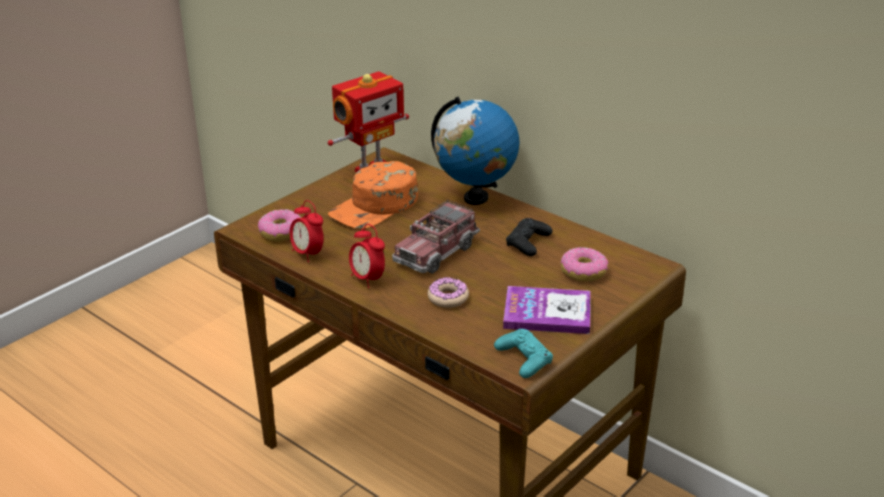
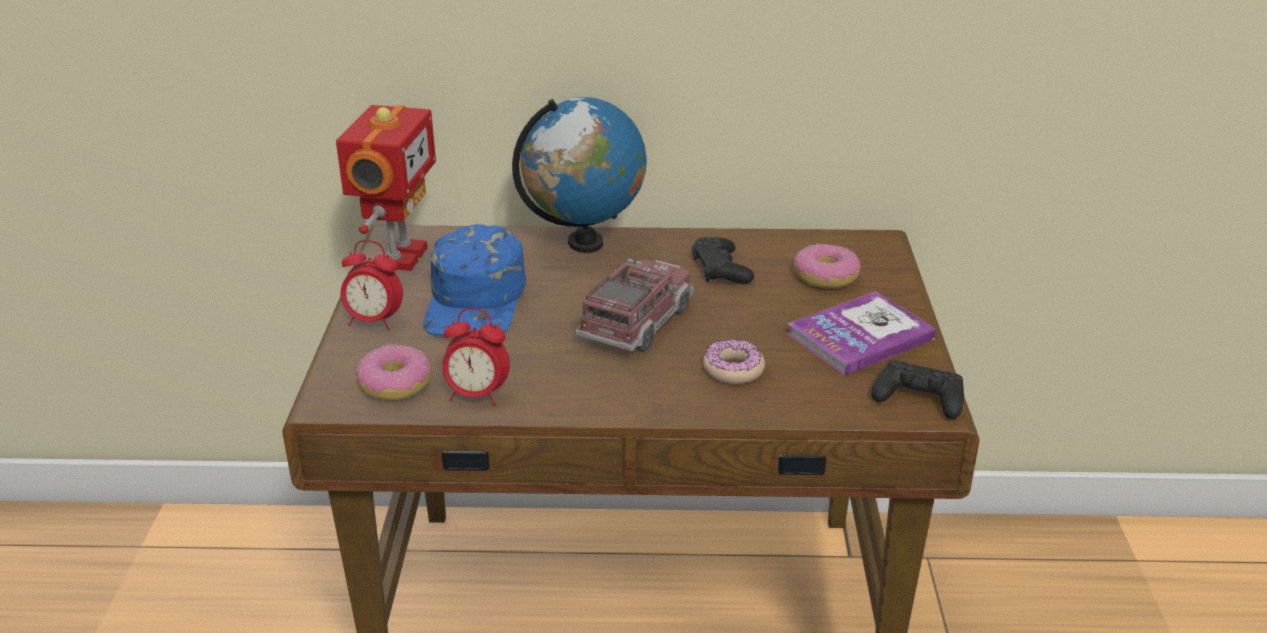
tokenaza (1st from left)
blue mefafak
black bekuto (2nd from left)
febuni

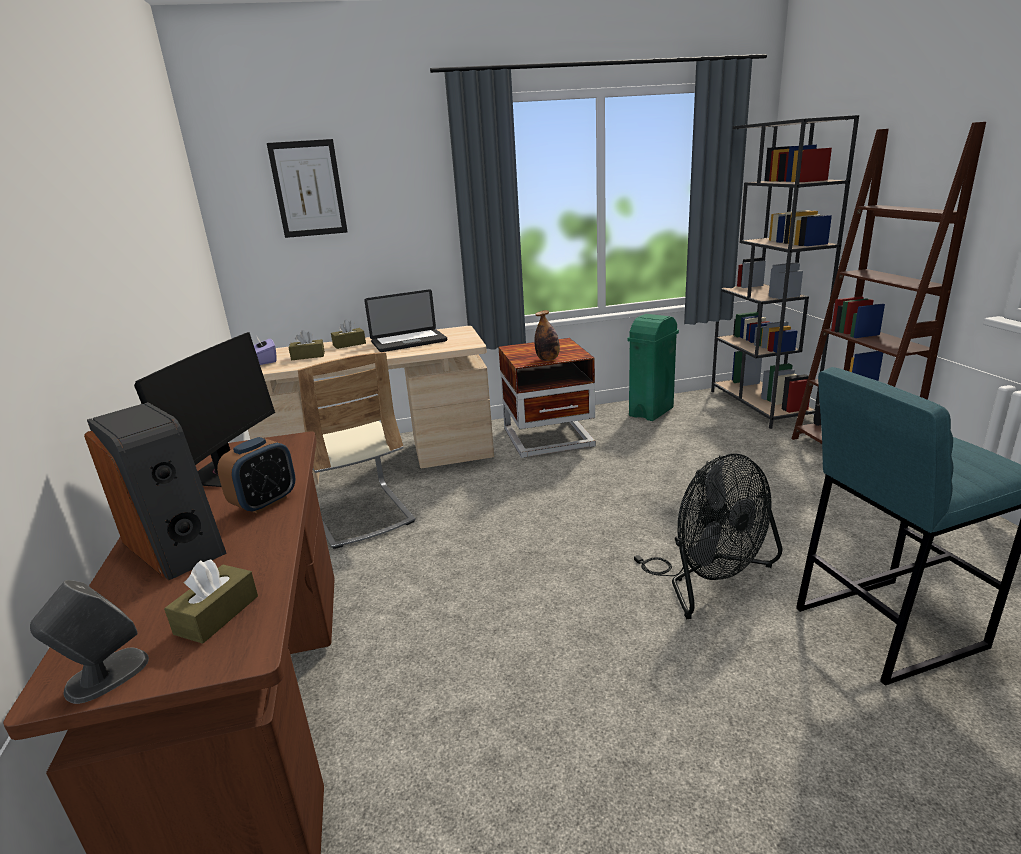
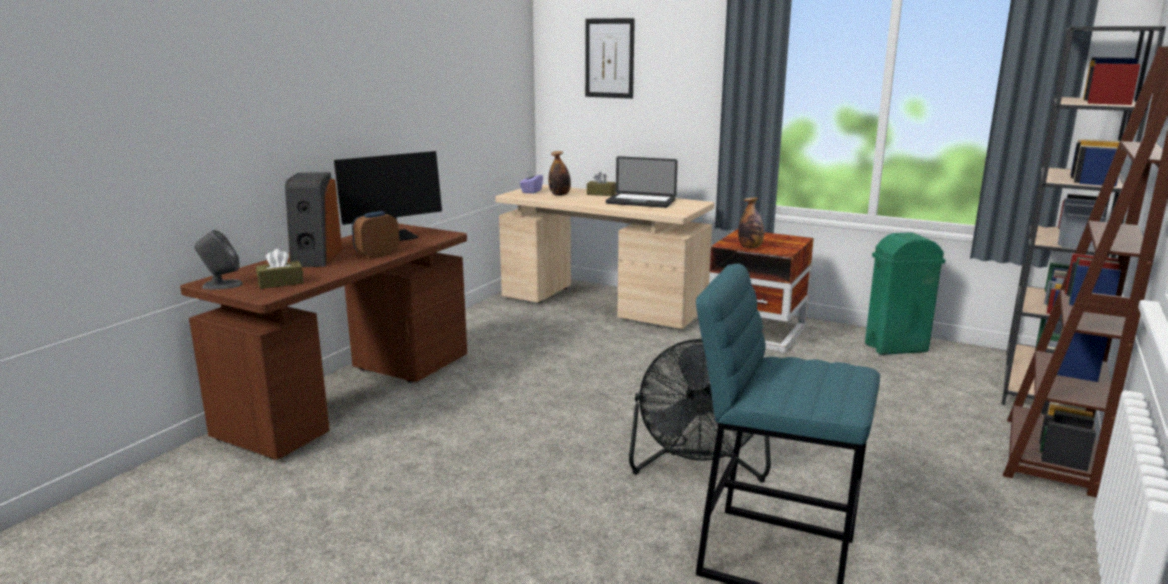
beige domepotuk
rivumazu (1st from left)
tokenaza

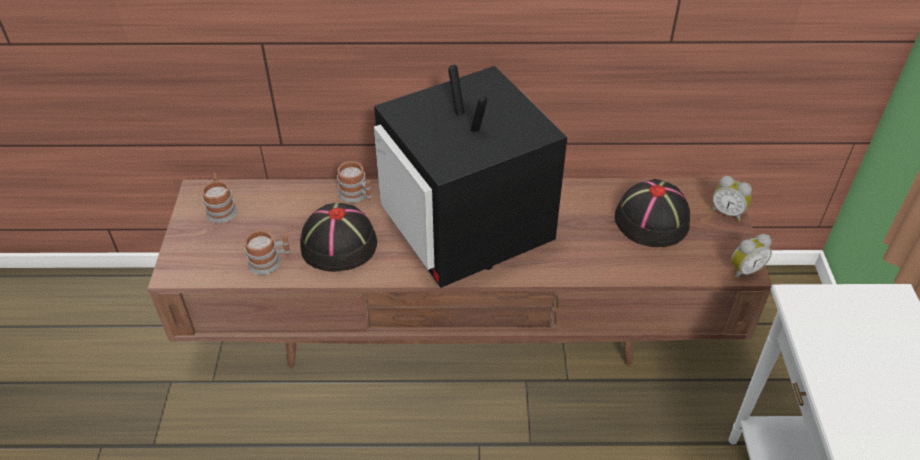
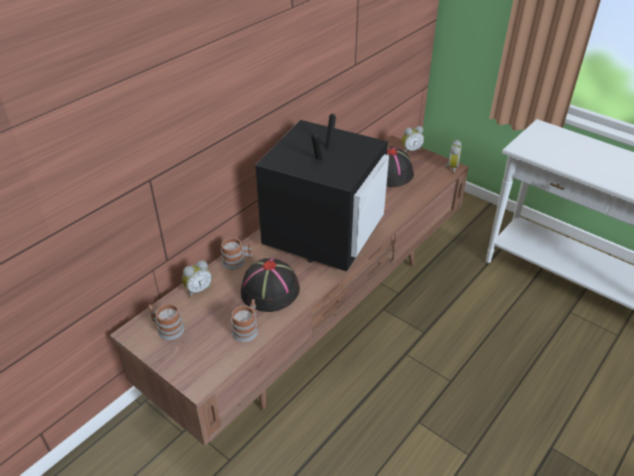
tokenaza (1st from left)
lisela

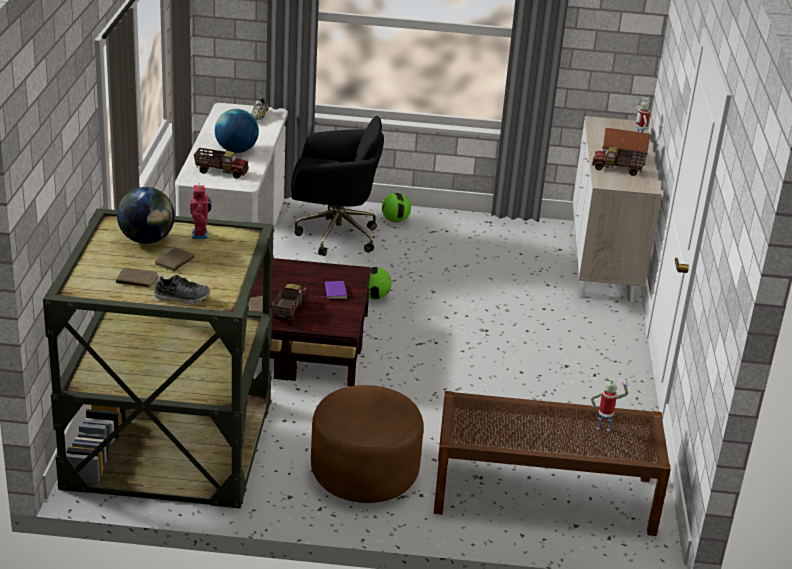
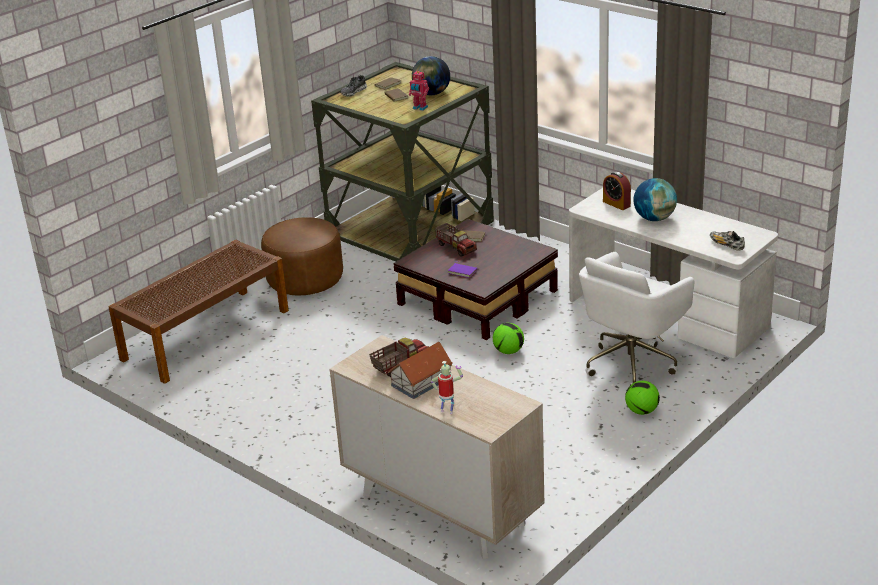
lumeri (2nd from left in the first image)
tokenaza
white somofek

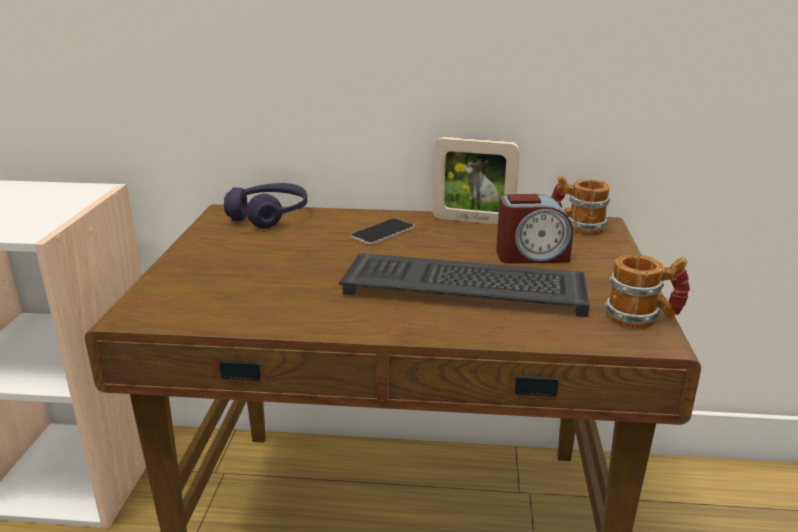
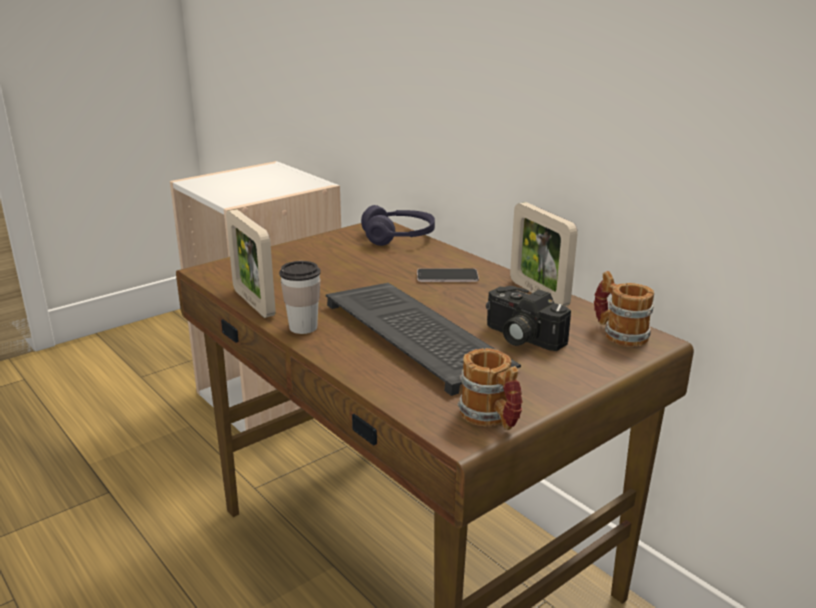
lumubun (1st from left)
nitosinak
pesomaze

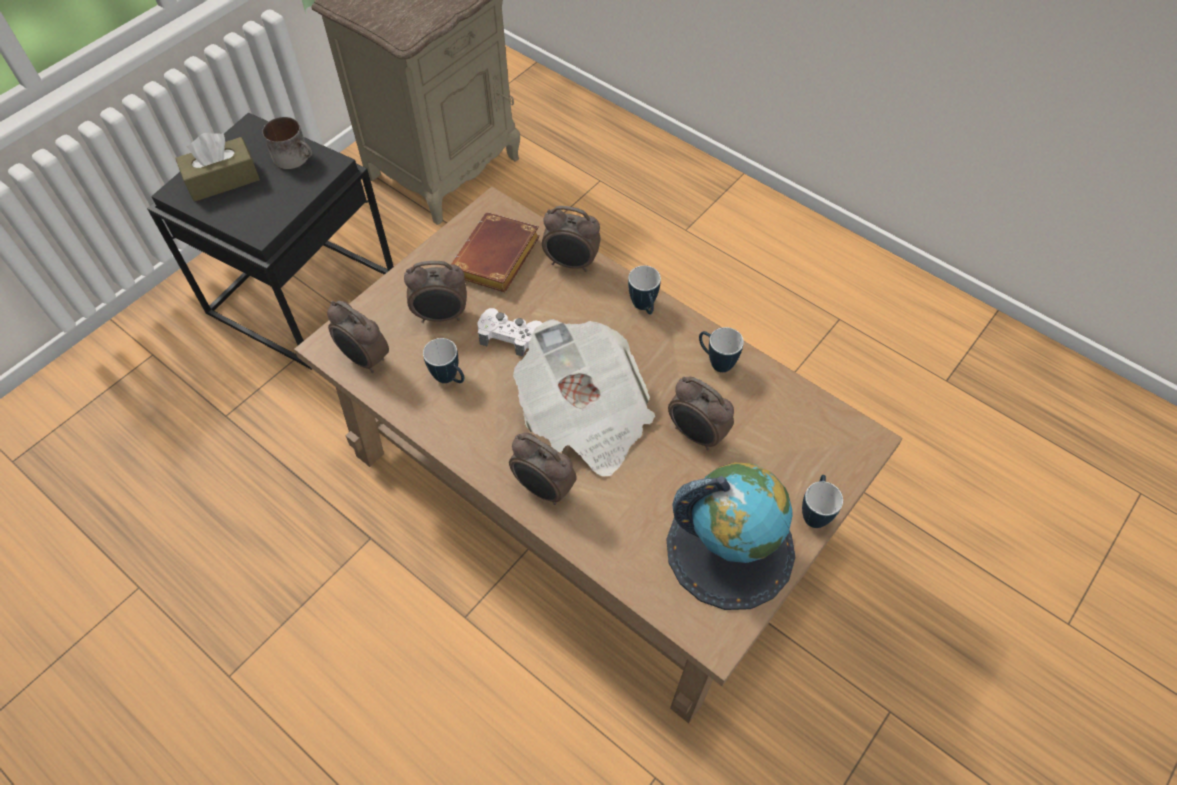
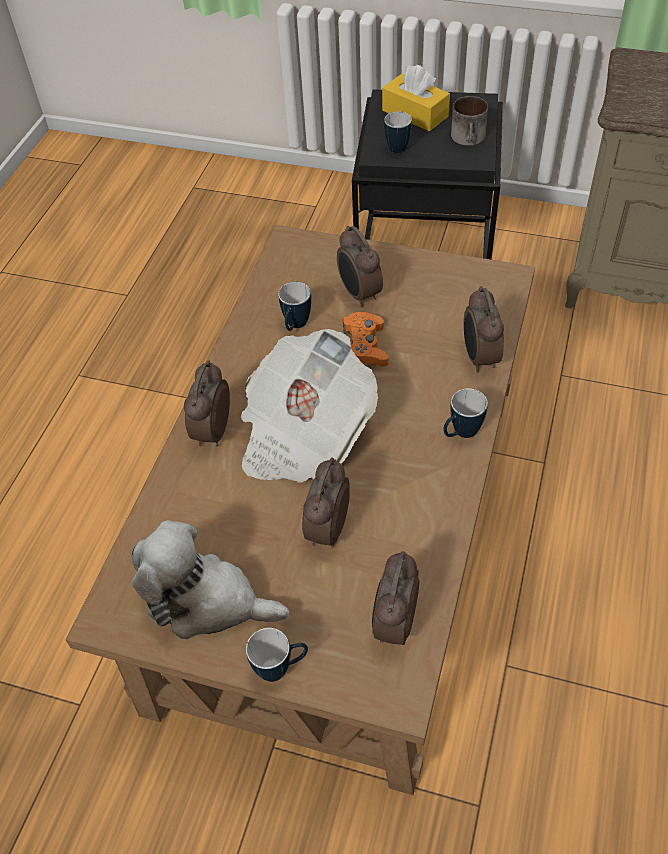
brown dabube
tokenaza (4th from left)
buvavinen (3rd from left)
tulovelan
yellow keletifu
orange bekuto

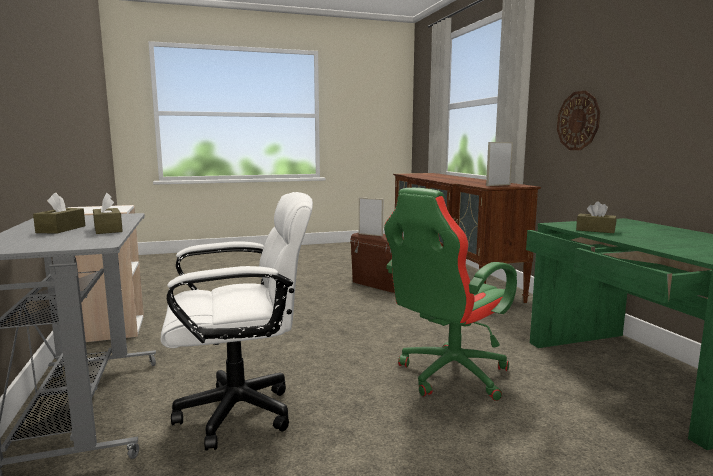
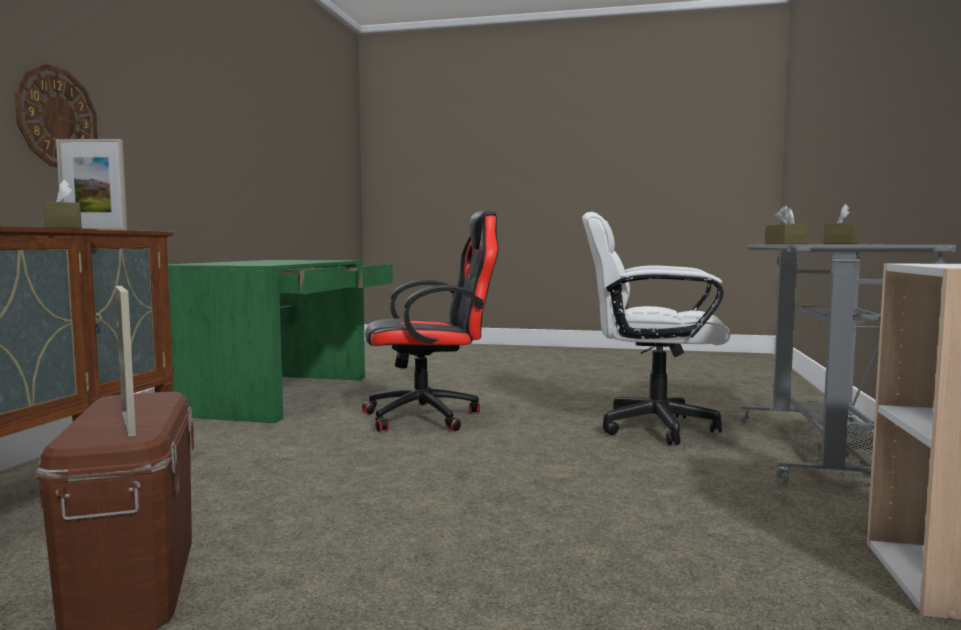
brown keletifu (1st from left)
black somofek

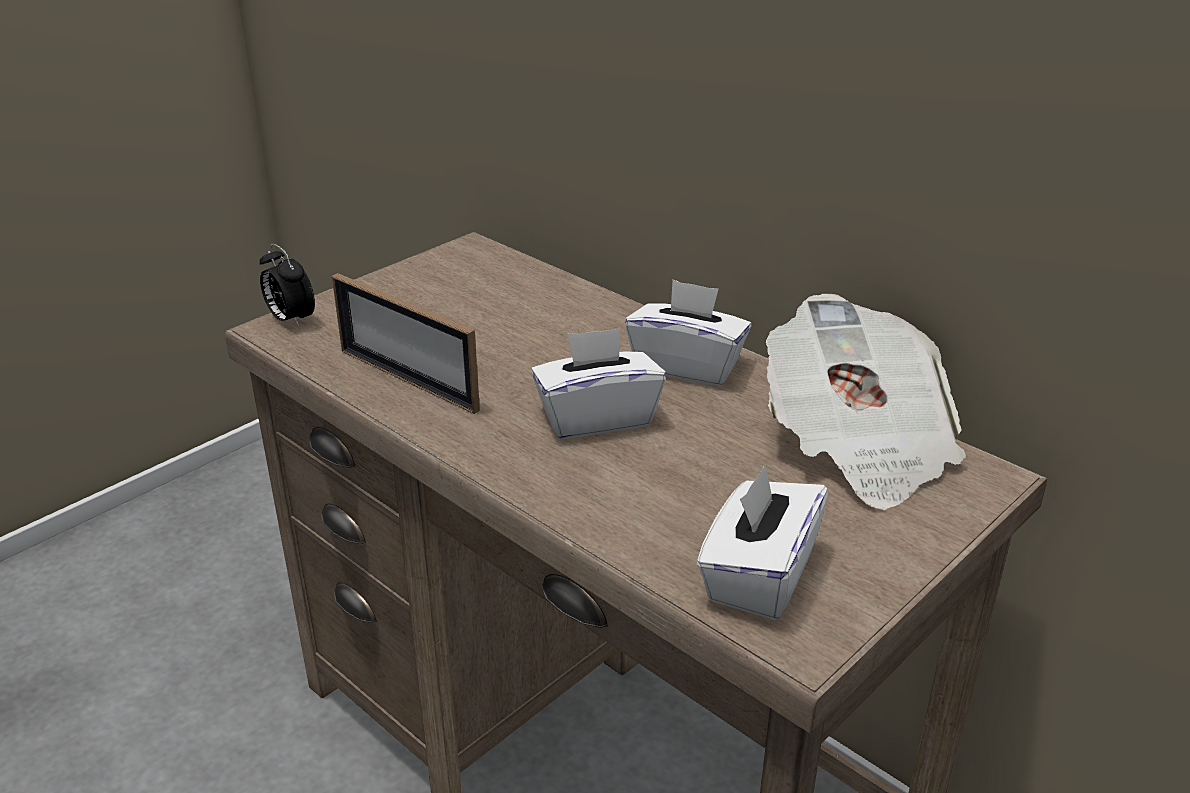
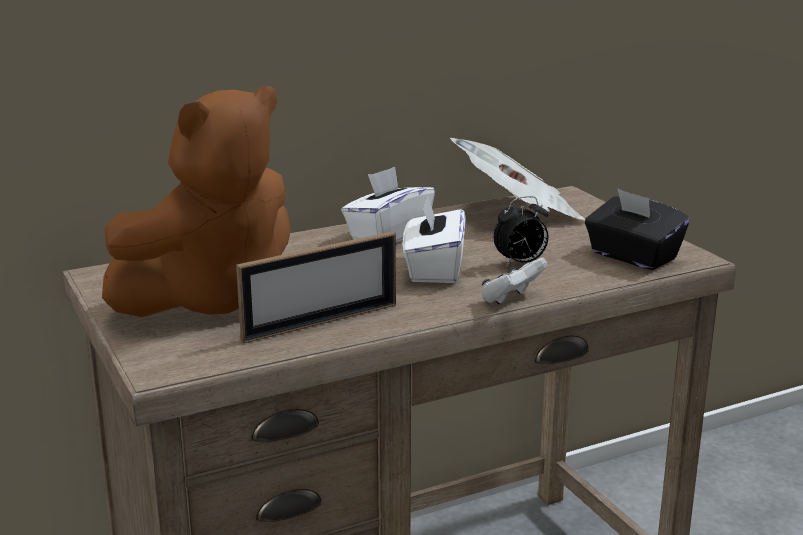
brown tulovelan
white bekuto
tokenaza
black keletifu

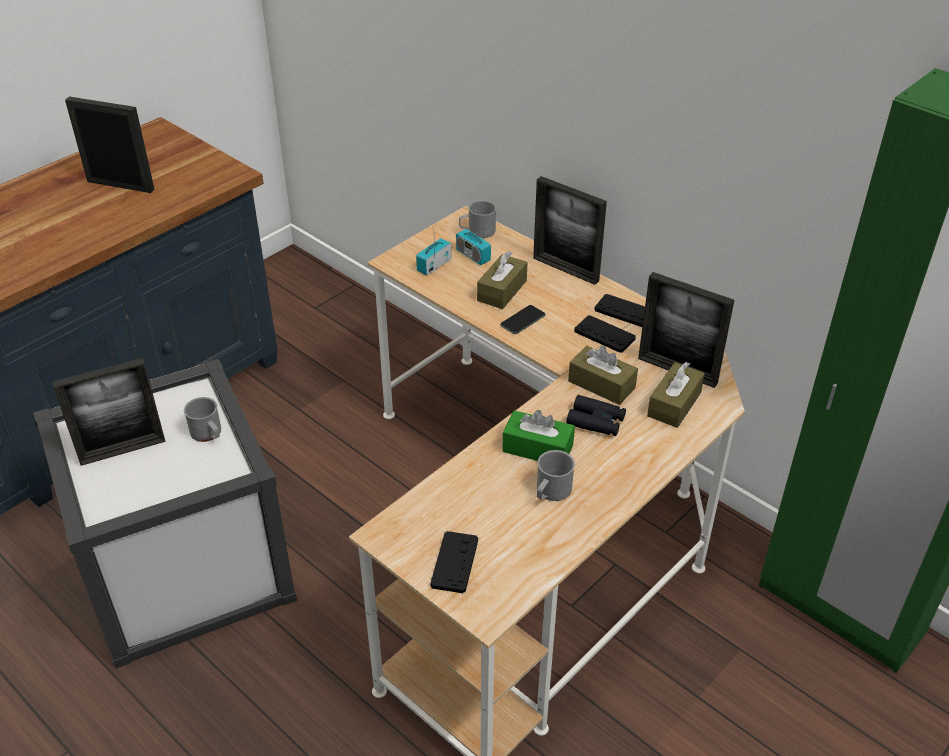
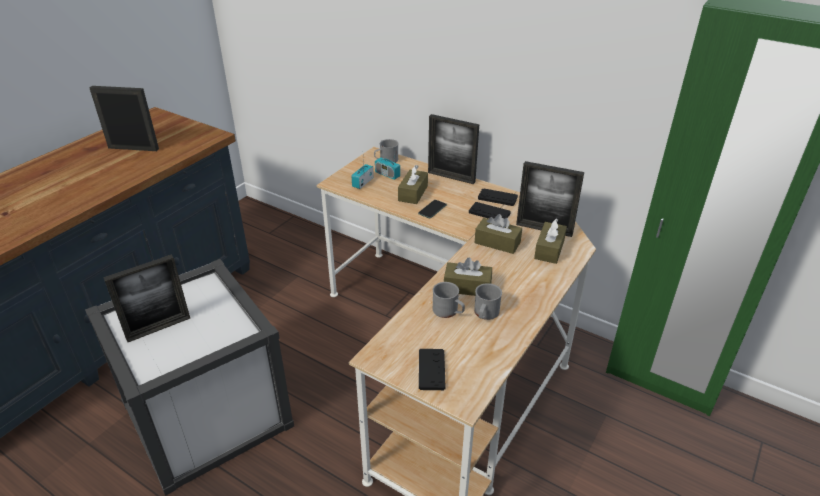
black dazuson
grey buvavinen (2nd from left)
brown keletifu (2nd from left)

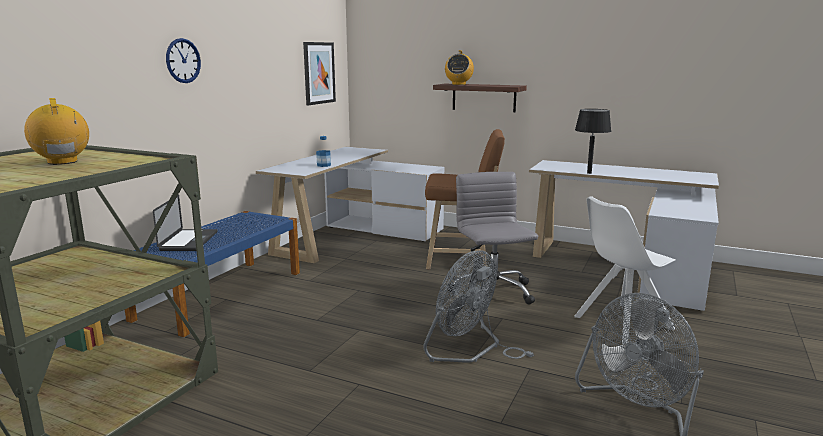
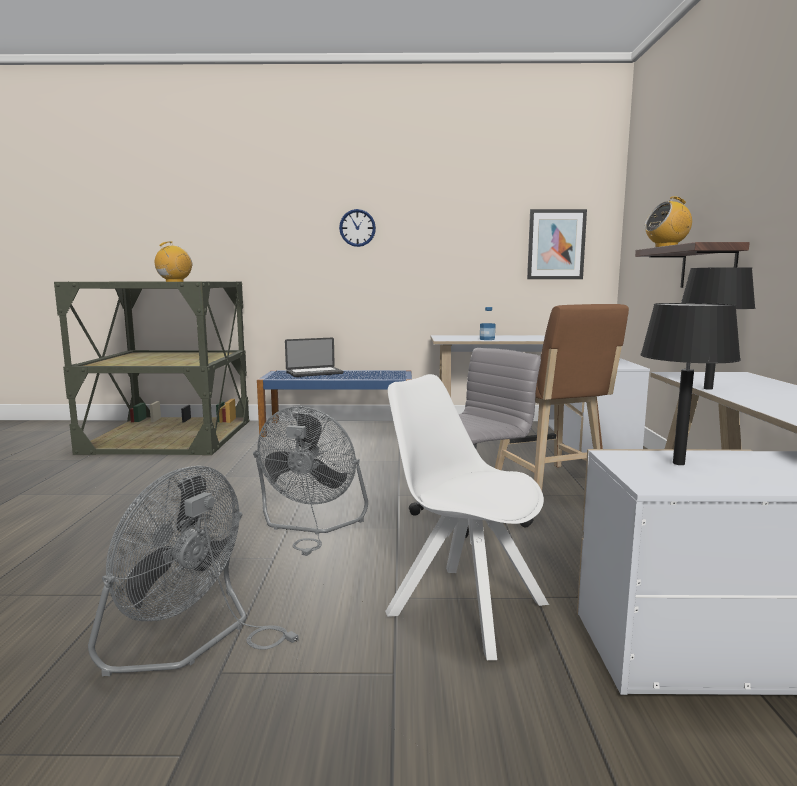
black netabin (1st from left)

